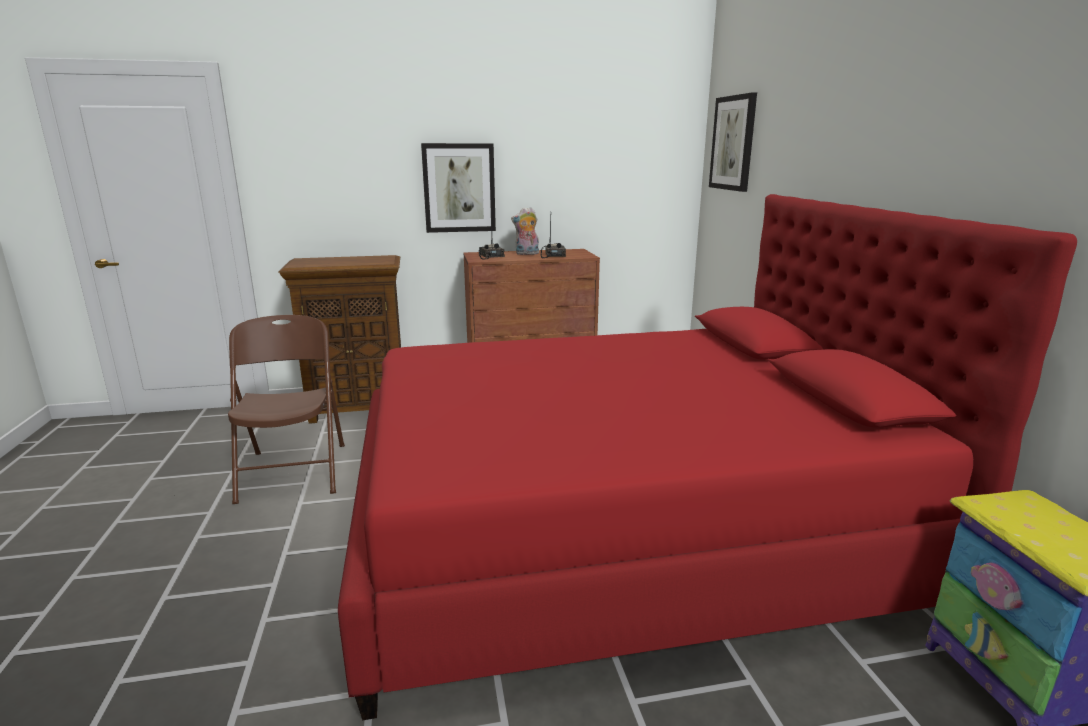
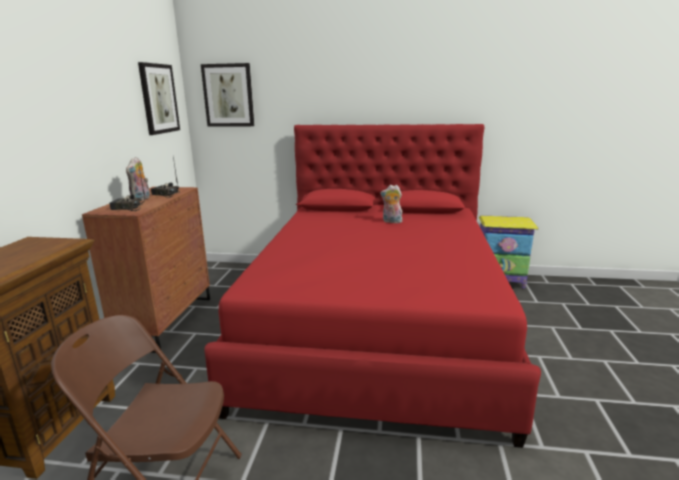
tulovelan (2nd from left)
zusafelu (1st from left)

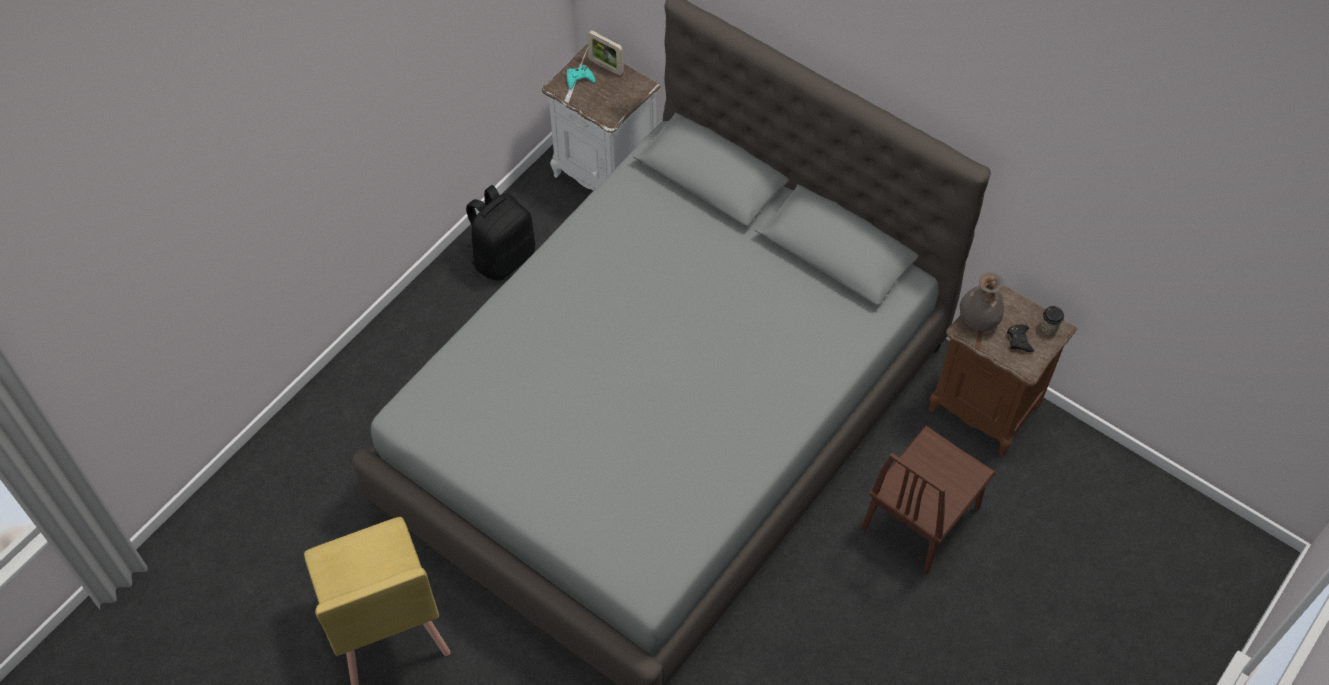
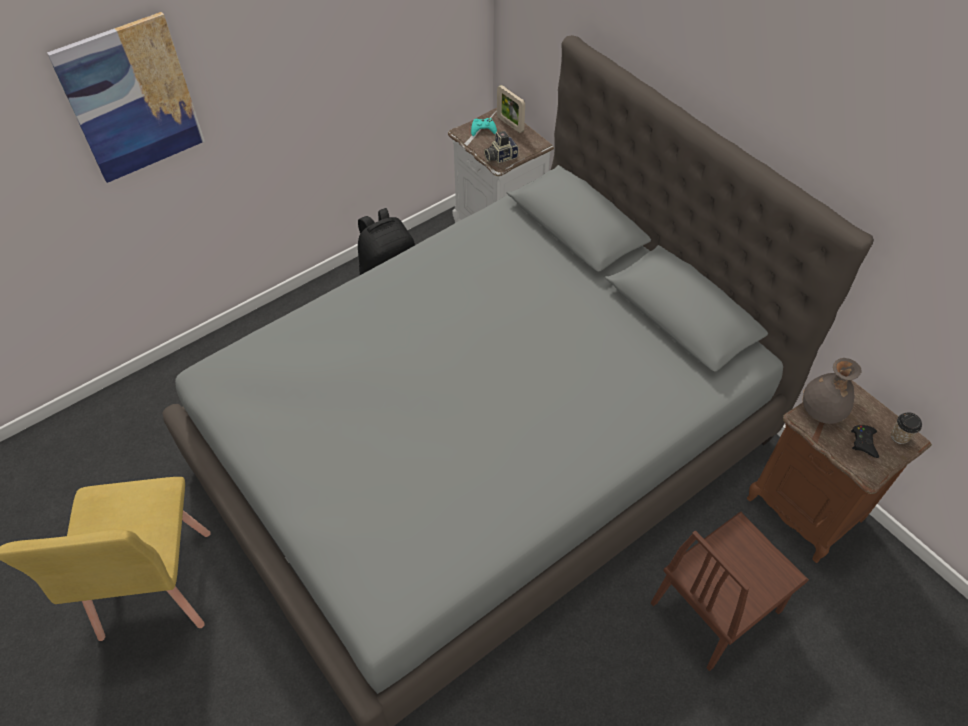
zusafelu
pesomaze

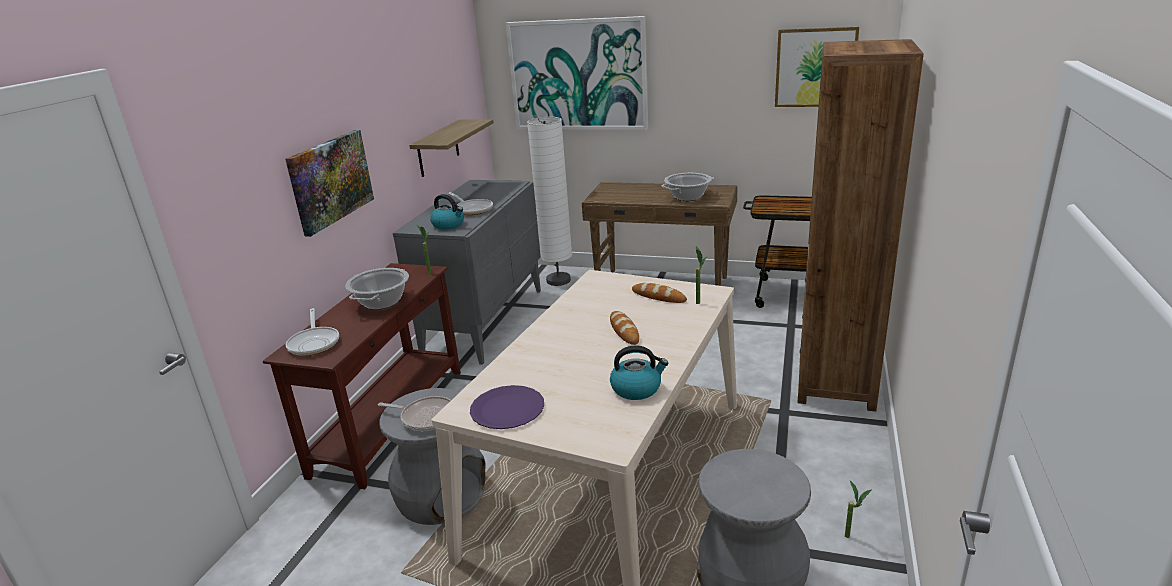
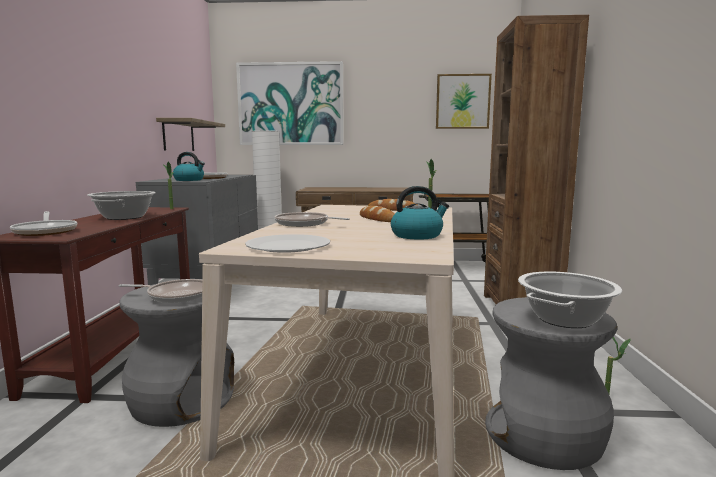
zusafelu (1st from left in the first image)
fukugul (4th from left)
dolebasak (2nd from left)
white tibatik

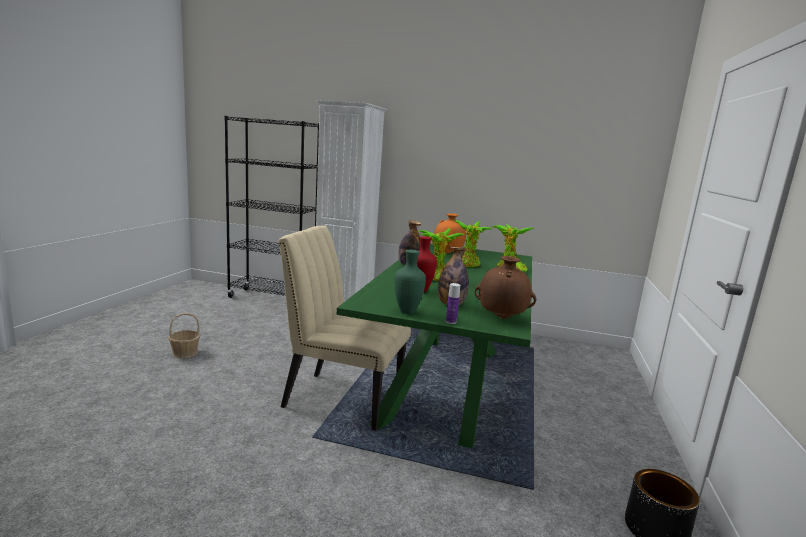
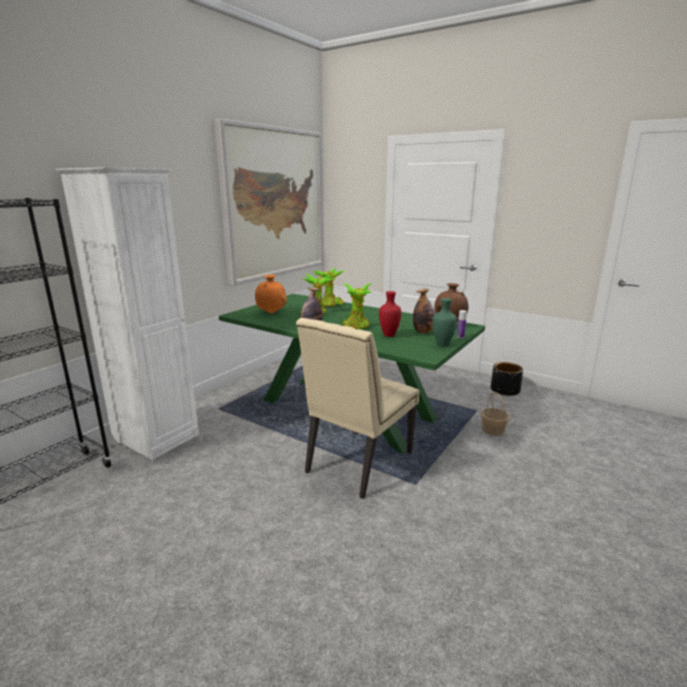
zusafelu
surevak

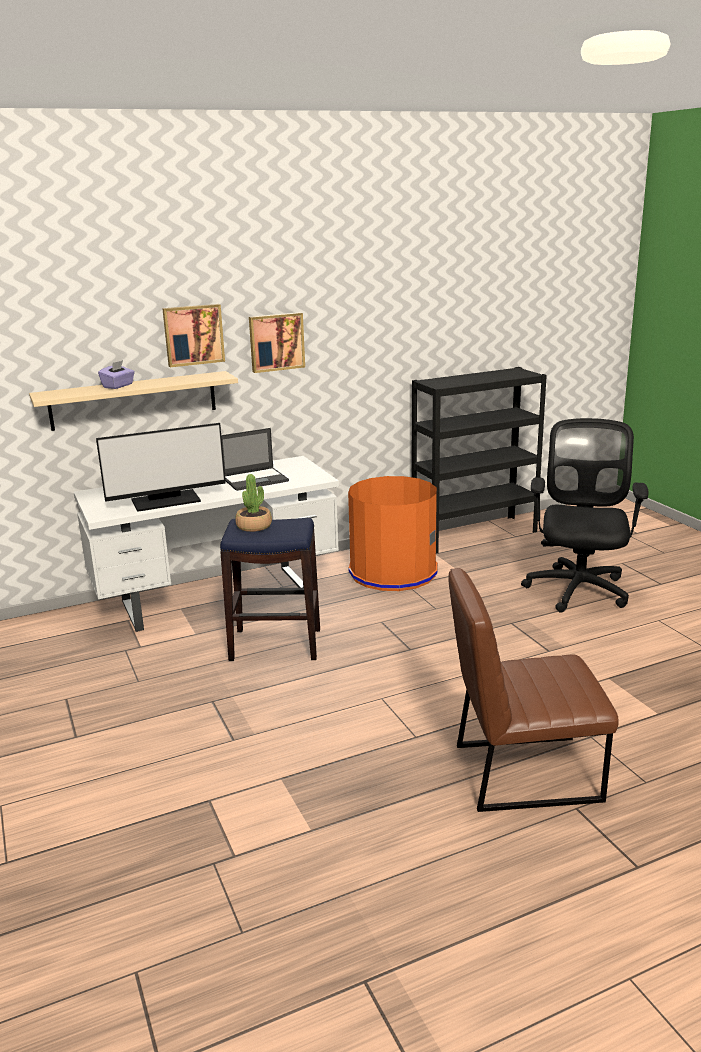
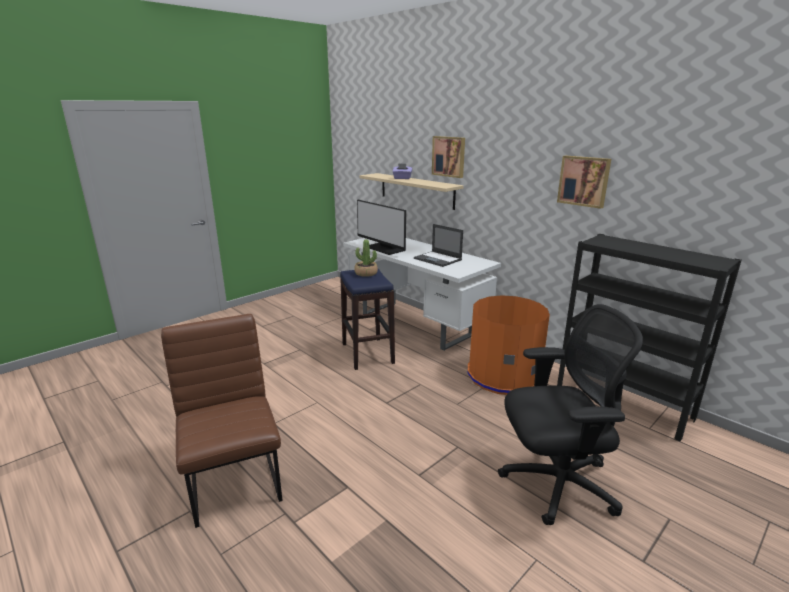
zusafelu (2nd from left)

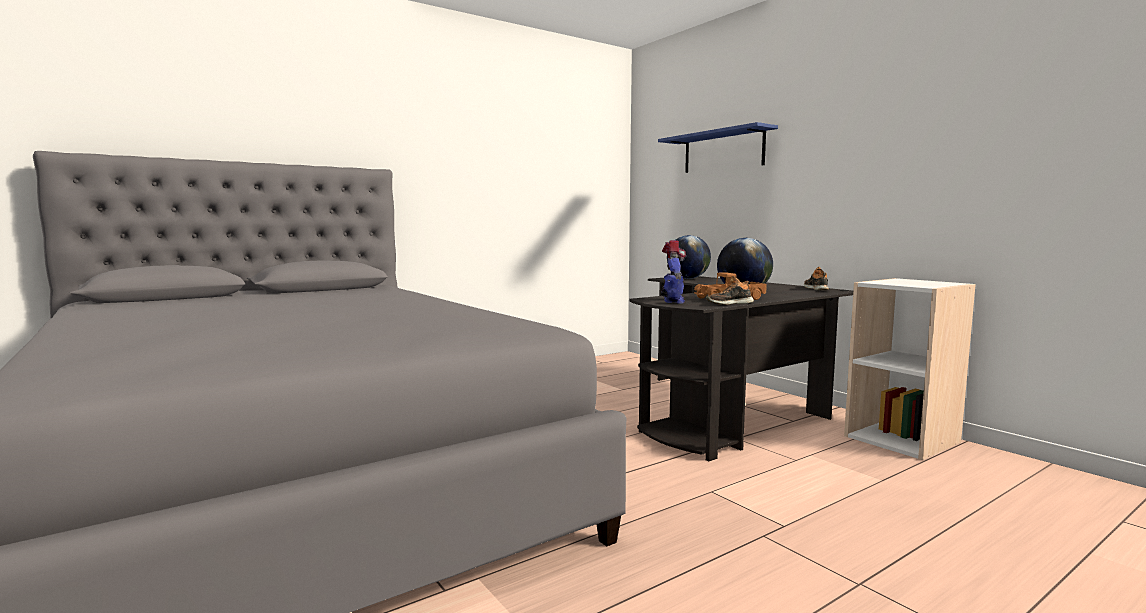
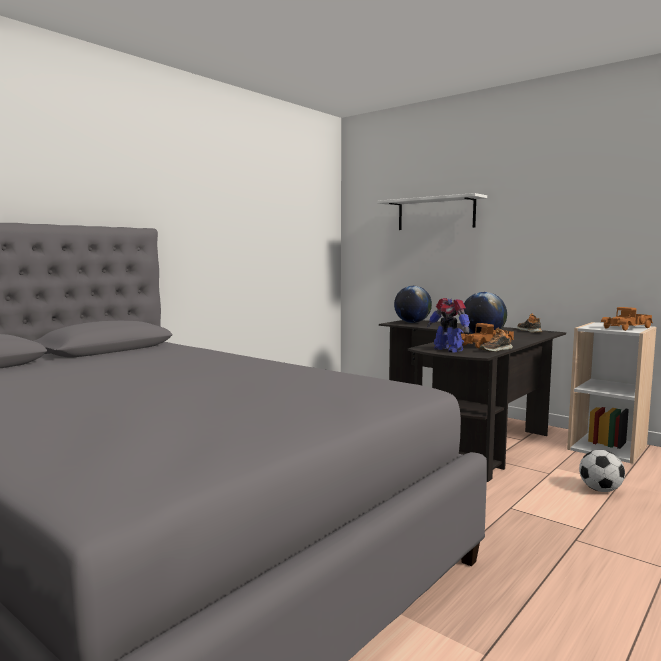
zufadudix
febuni (2nd from left)
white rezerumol
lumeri

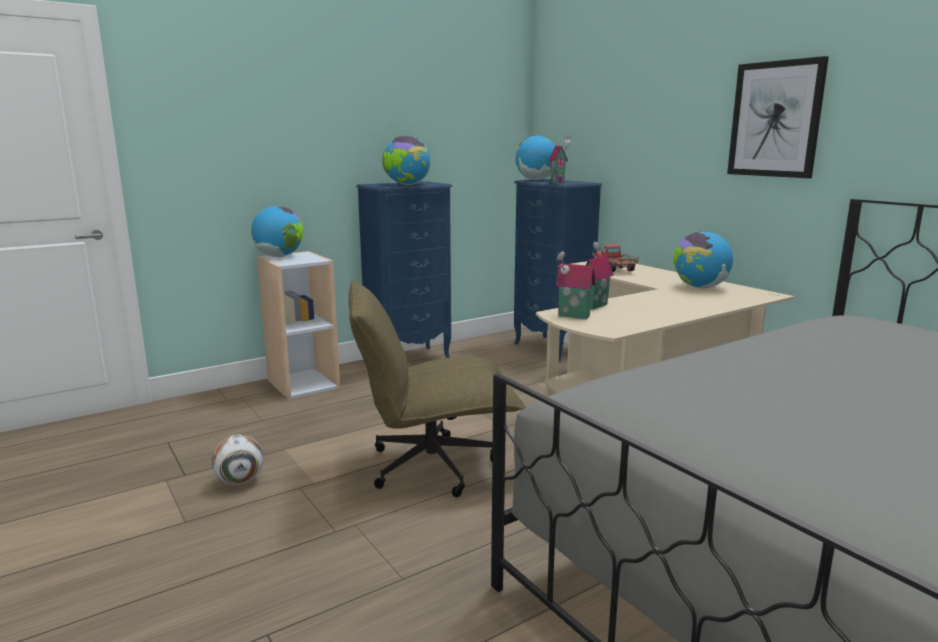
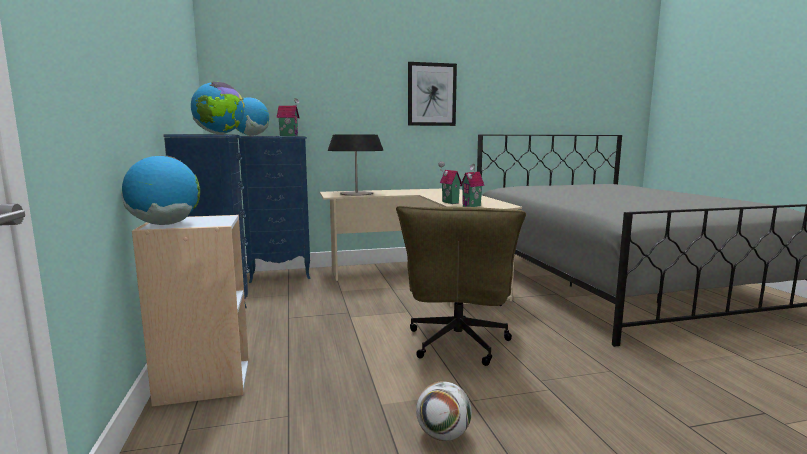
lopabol (4th from left in the first image)
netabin

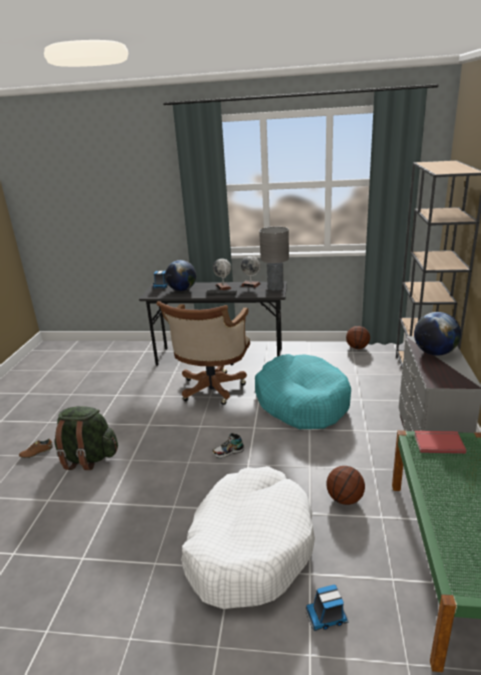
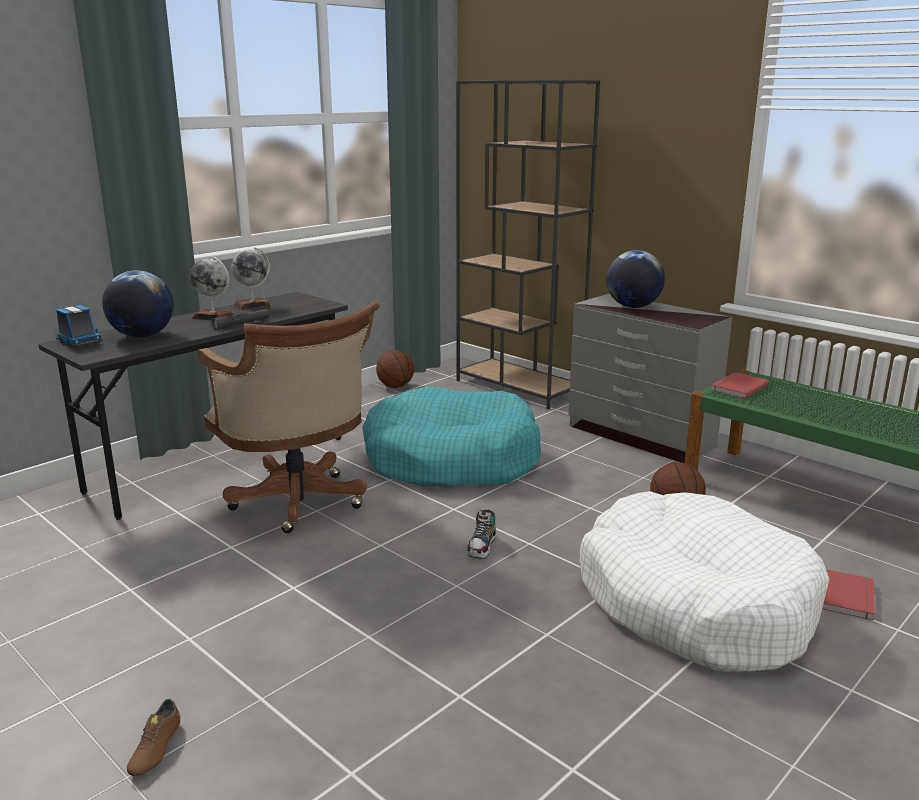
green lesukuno
grey netabin
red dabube (2nd from left)

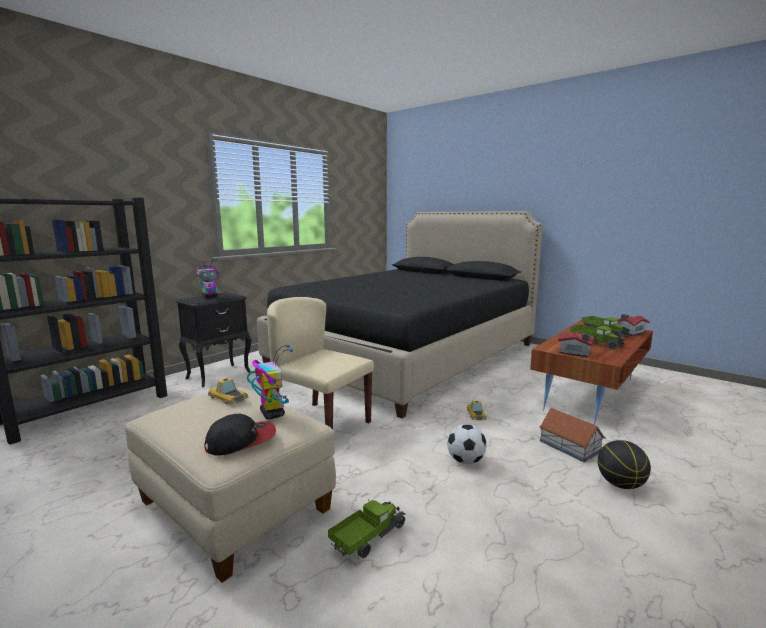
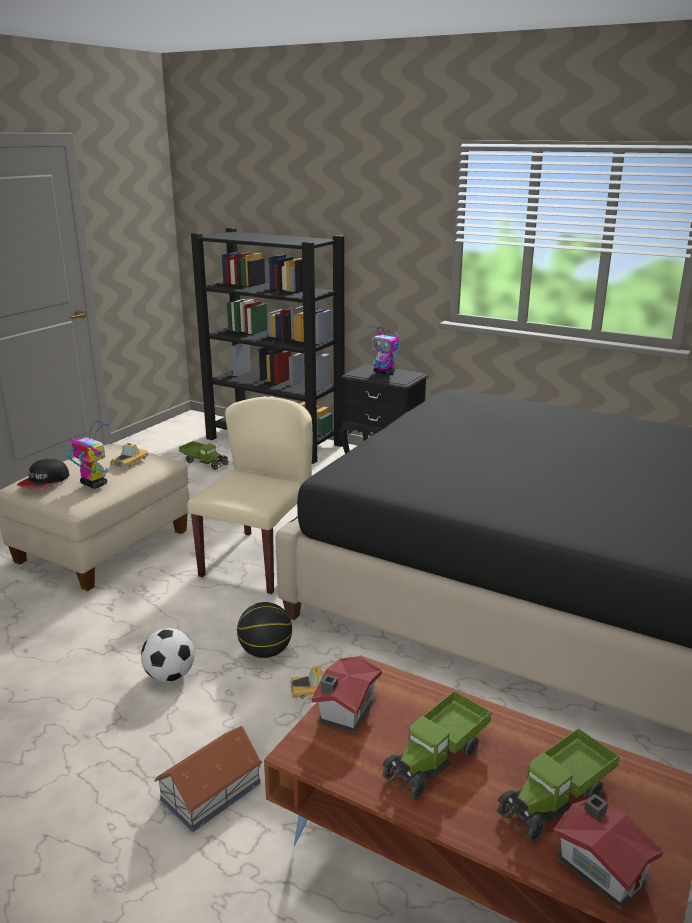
febuni (1st from left)
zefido
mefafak
lumeri (1st from left)

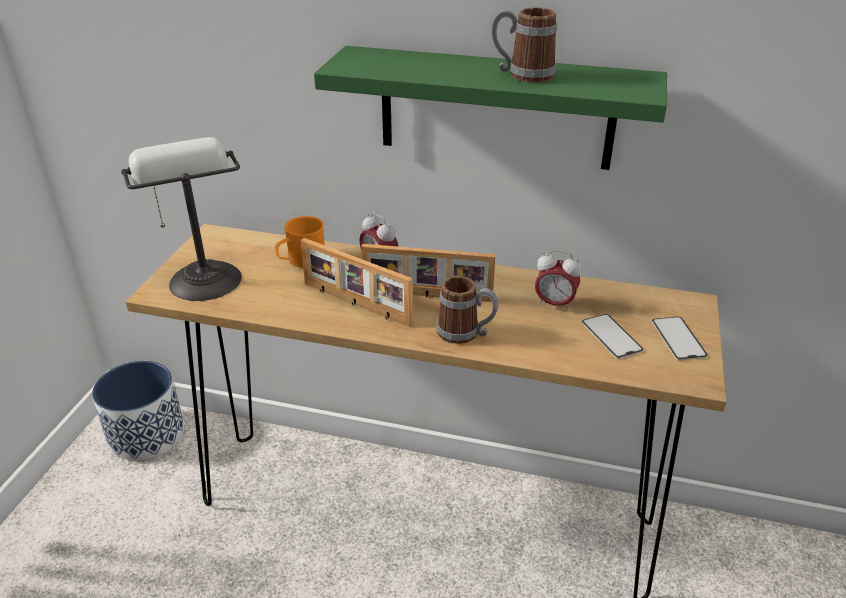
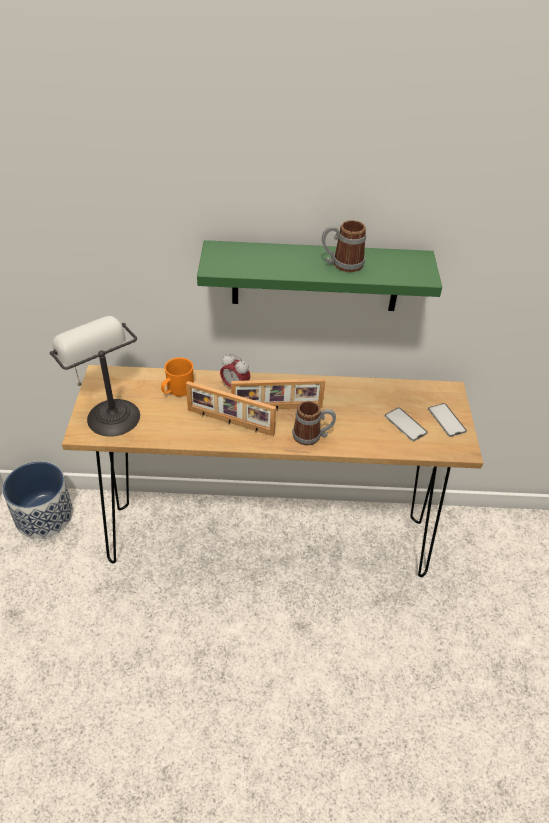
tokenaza (2nd from left in the first image)

